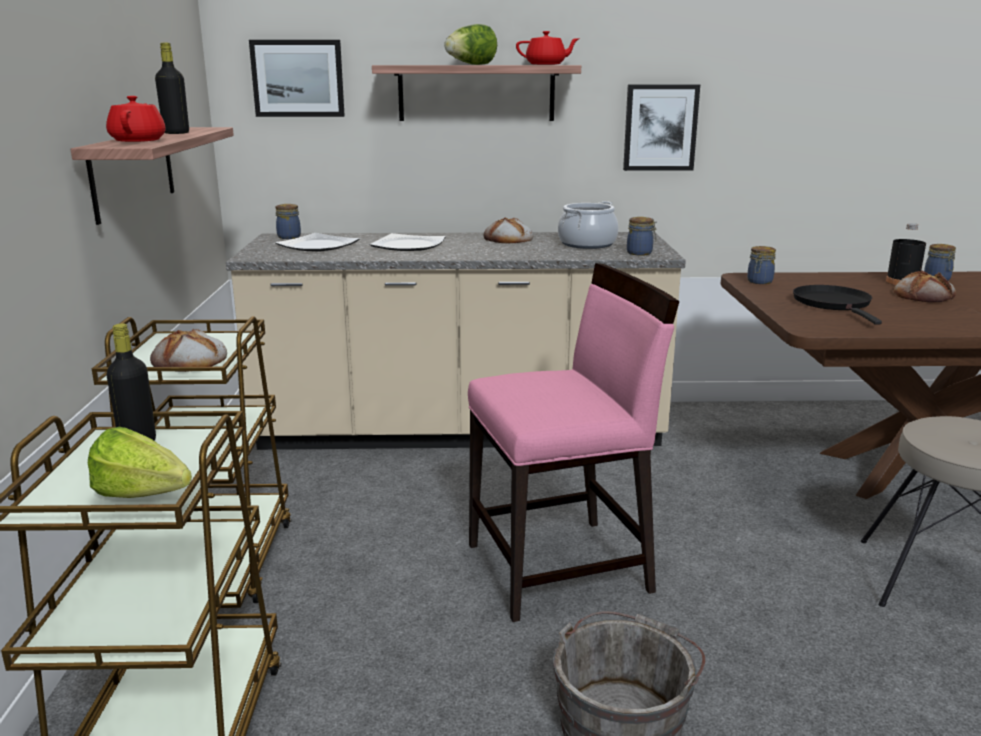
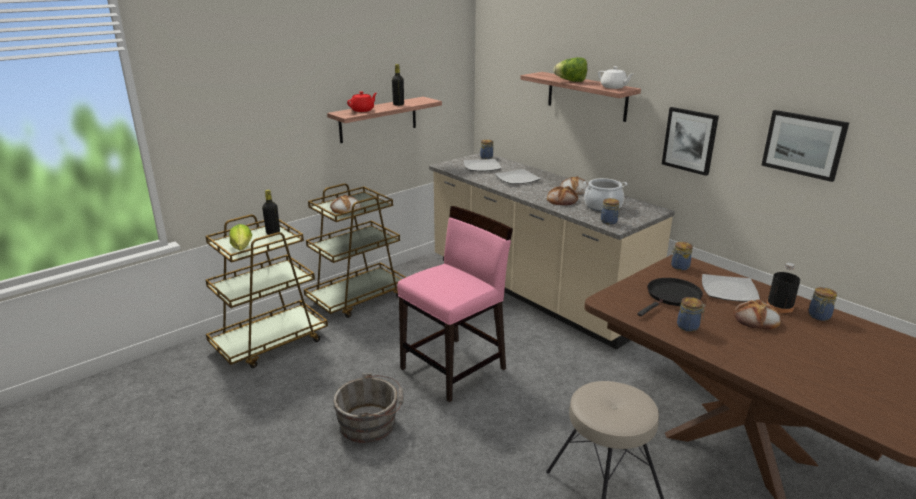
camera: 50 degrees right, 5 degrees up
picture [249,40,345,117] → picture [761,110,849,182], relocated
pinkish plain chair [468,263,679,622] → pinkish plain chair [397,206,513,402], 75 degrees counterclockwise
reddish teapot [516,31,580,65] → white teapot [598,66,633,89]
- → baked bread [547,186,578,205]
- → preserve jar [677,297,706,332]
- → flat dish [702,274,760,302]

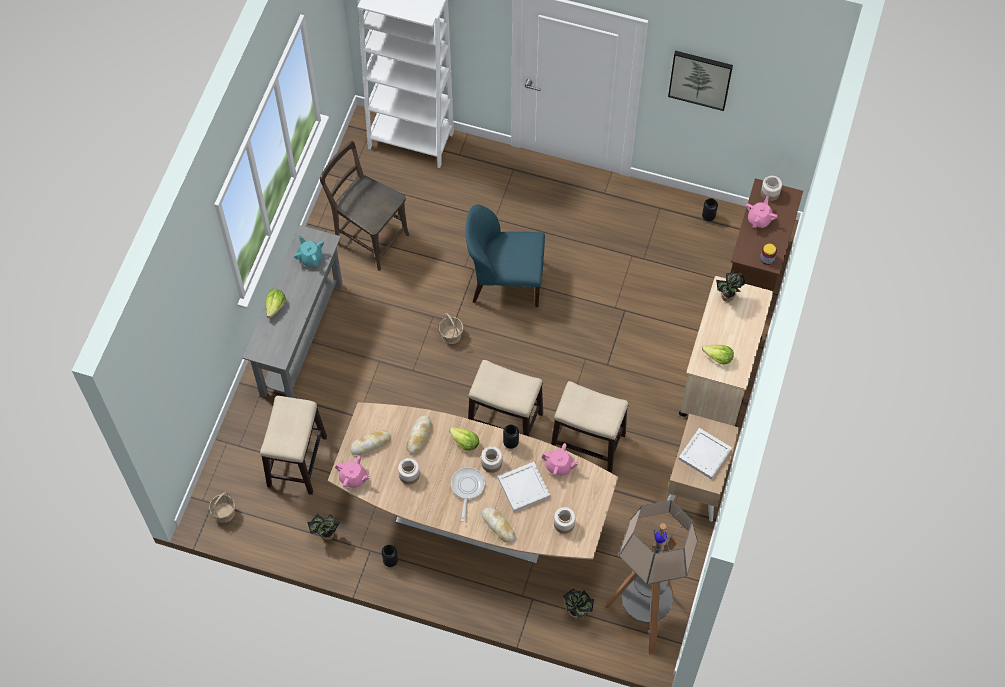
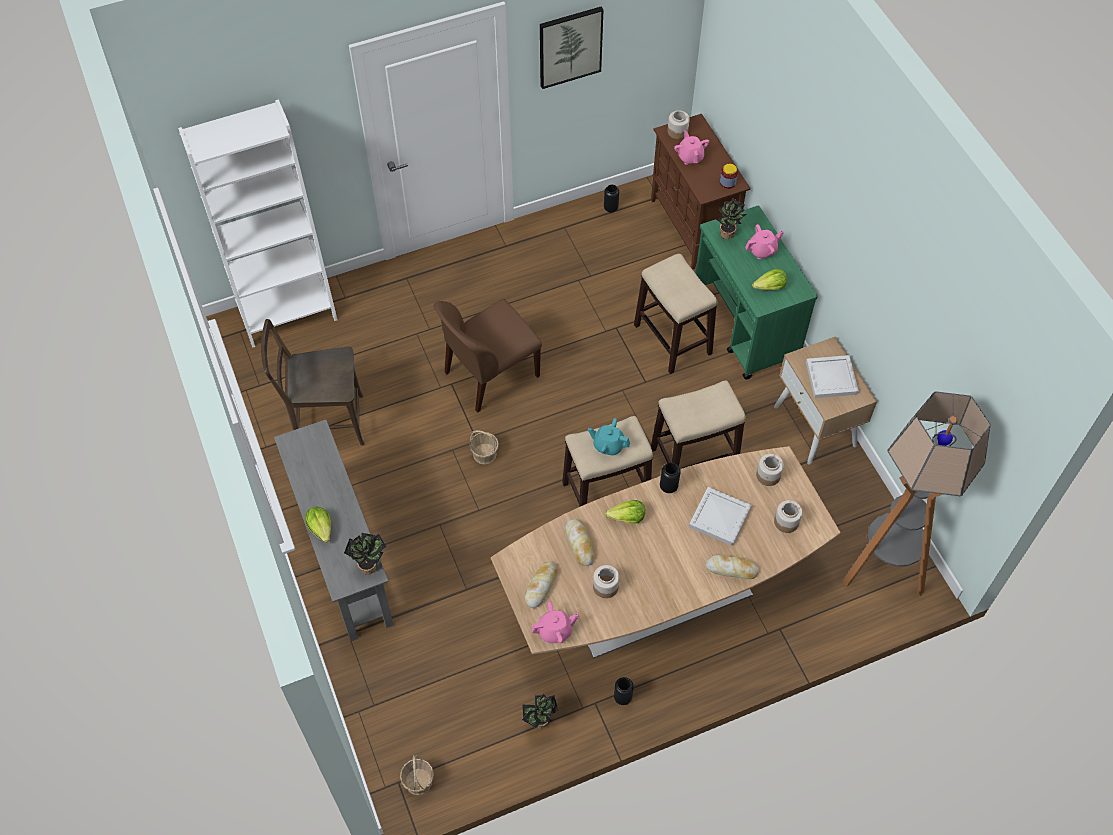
camera: 40 degrees left, 5 degrees down
stool [260,396,327,495] → stool [634,254,718,374], relocated
turquoise-coloured teapot [294,235,324,266] → turquoise-coloured teapot [588,418,630,456], relocated
pan [451,467,485,522] → -
bluish plain chair [466,204,545,307] → brown-coloured plain chair [433,299,542,413]
preserve jar [481,446,502,473] → preserve jar [756,454,784,486], relocated
pinkish teapot [541,443,579,476] → pinkish teapot [745,224,784,259], relocated
houseplant [563,588,594,619] → houseplant [344,533,386,575], relocated
beige-coloured cart [679,276,773,427] → green cart [695,206,818,380]

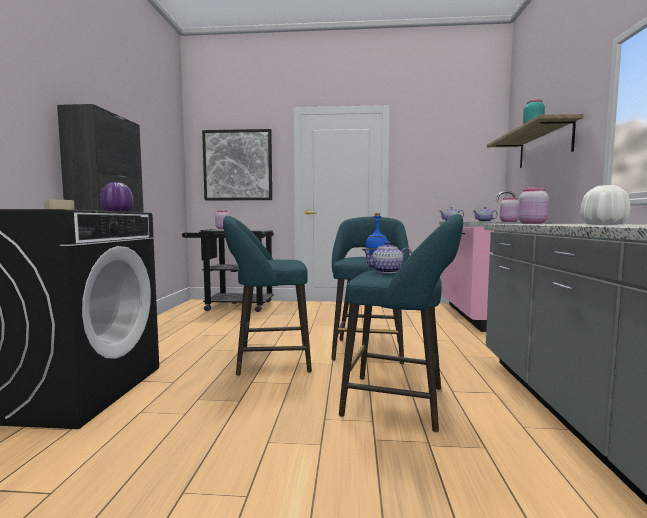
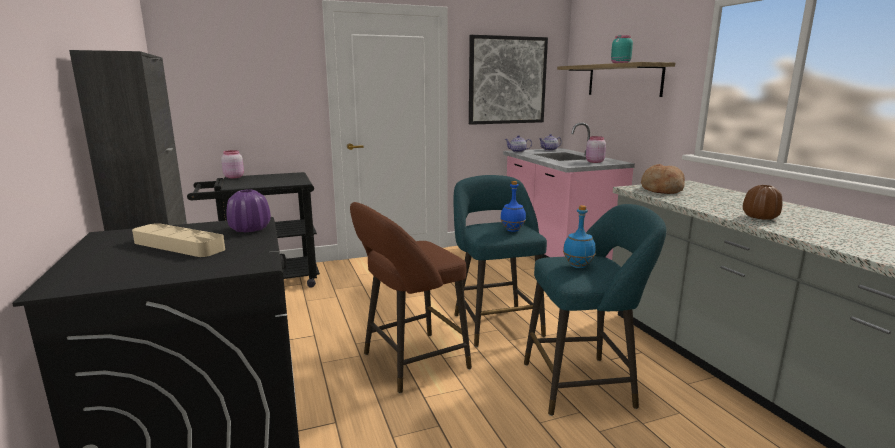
camera: 25 degrees left, 10 degrees up
picture [202,129,272,200] → picture [469,35,548,125], relocated
turquoise-coloured stool [223,216,312,376] → brown-coloured stool [350,202,472,394]
teapot [362,241,412,273] → bluish bottle [563,205,596,268]
pinkish preserve jar [518,187,549,224] → baked bread [641,164,685,194]
white vase [580,185,631,225] → brown-coloured vase [743,185,783,220]

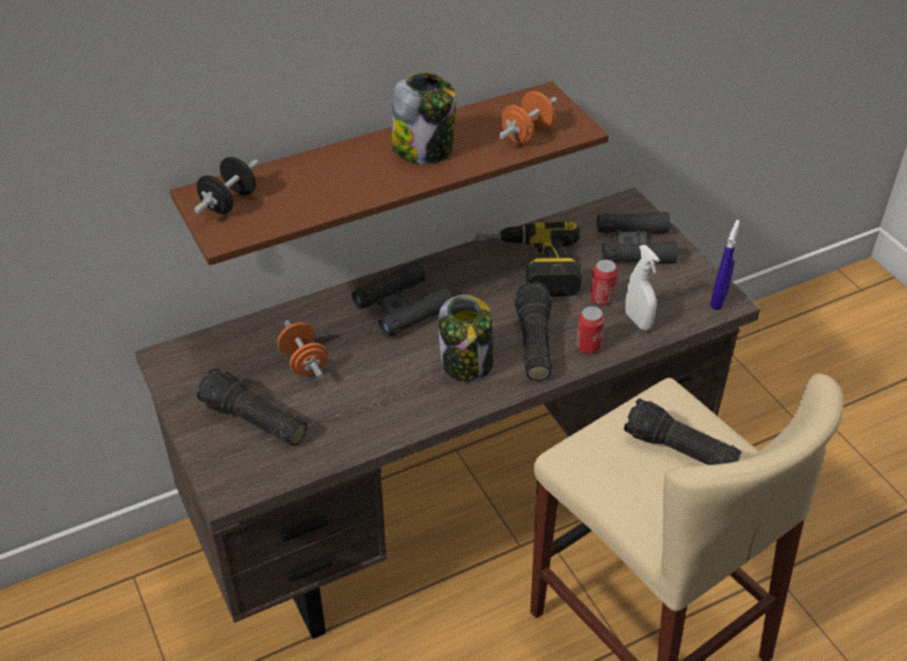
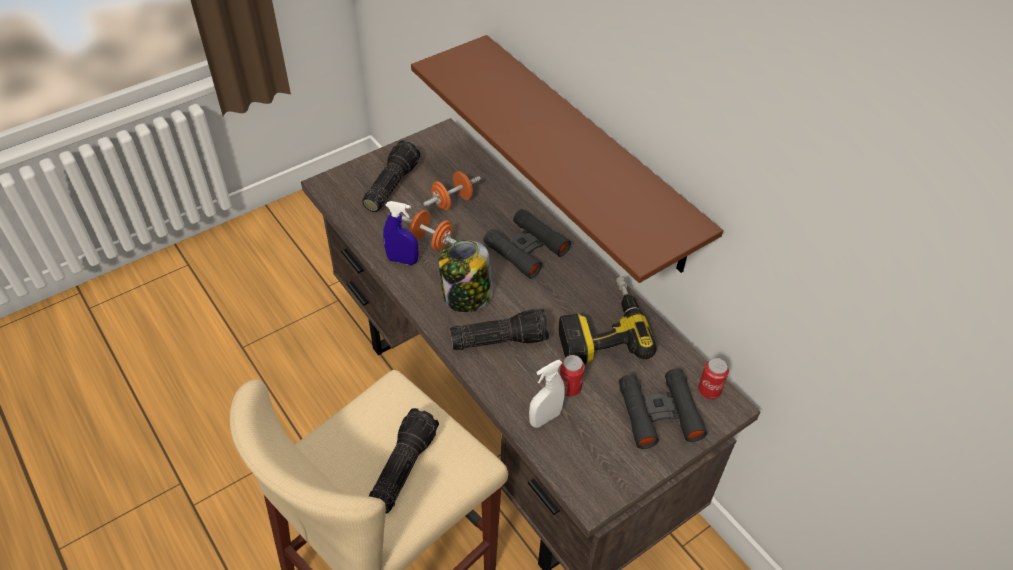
camera: 80 degrees right, 5 degrees up
black free weight [194,157,259,214] → -
preserve jar [392,72,456,164] → -
orangey free weight [499,91,557,143] → orangey free weight [401,210,457,251], relocated
metal can [576,306,605,354] → metal can [698,358,729,399], relocated
bluish sprayer [710,220,740,310] → bluish sprayer [383,201,418,265], relocated

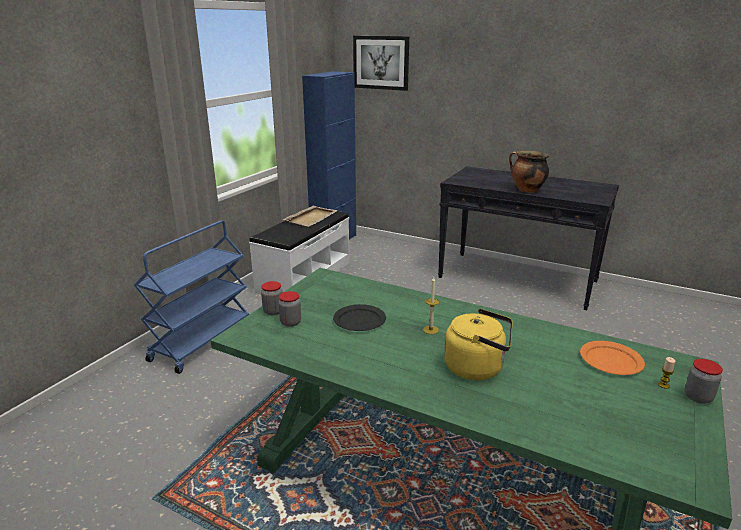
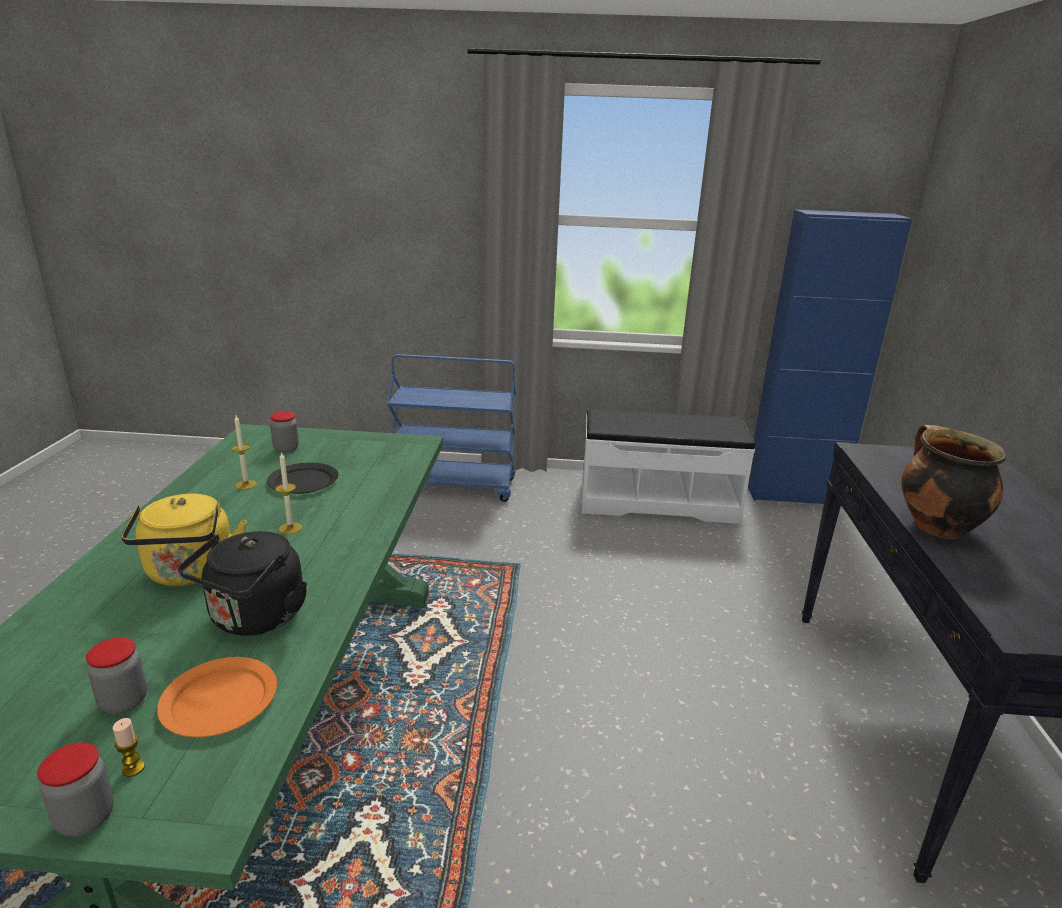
camera: 65 degrees right, 0 degrees up
preserve jar [261,281,283,315] → preserve jar [86,637,147,714], relocated
beige-coloured carrying tray [283,206,338,227] → -
picture [353,36,409,91] → -
- → black tea kettle [178,531,307,636]
- → candle [231,415,257,490]

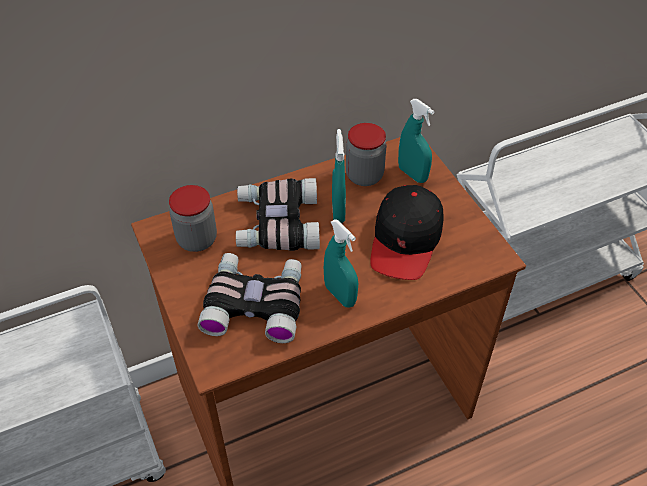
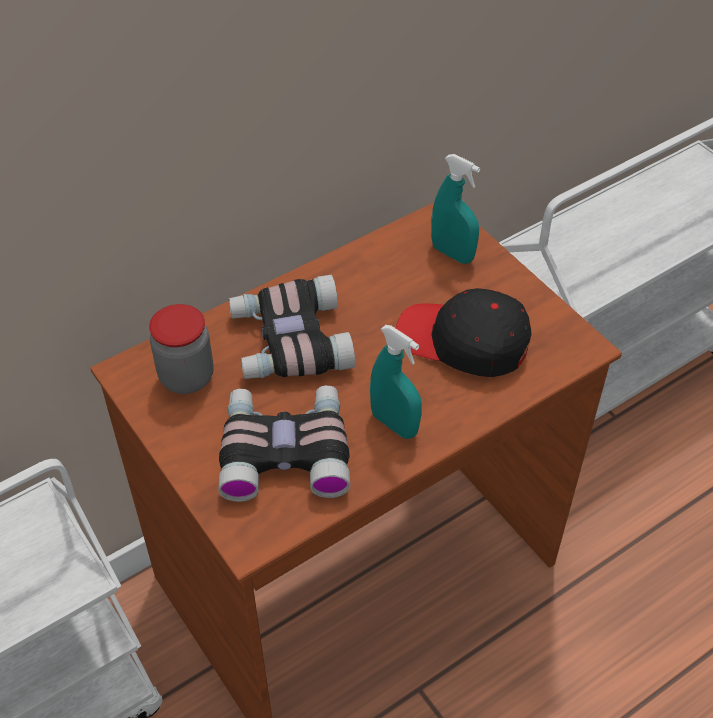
camera: 10 degrees left, 0 degrees up
turquoise-coloured sprayer [332,129,346,223] → -
preserve jar [346,123,387,186] → -
black cap [370,185,443,280] → black cap [396,288,532,377], 105 degrees clockwise

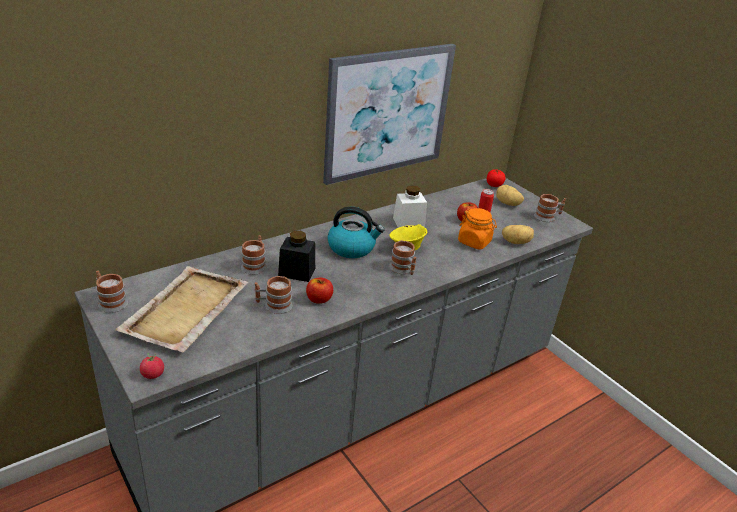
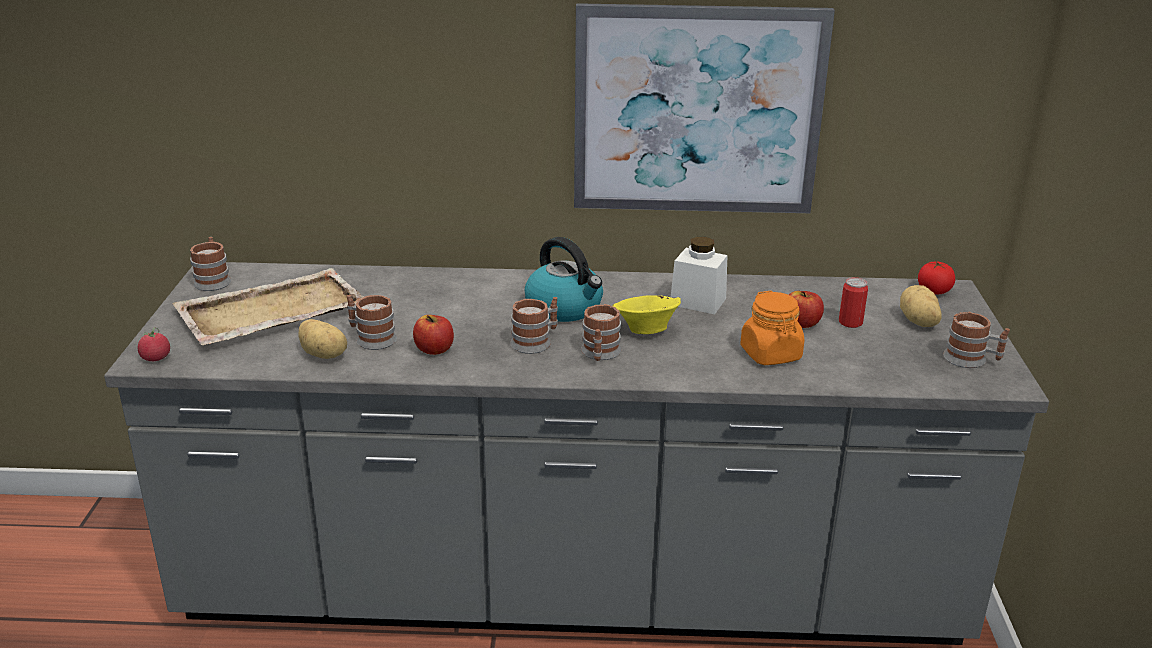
camera: 40 degrees right, 5 degrees down
mug [241,235,266,275] → mug [510,297,558,354], relocated
black preserve jar [278,231,315,282] → -
whole potato [502,225,534,244] → whole potato [298,319,347,359], relocated

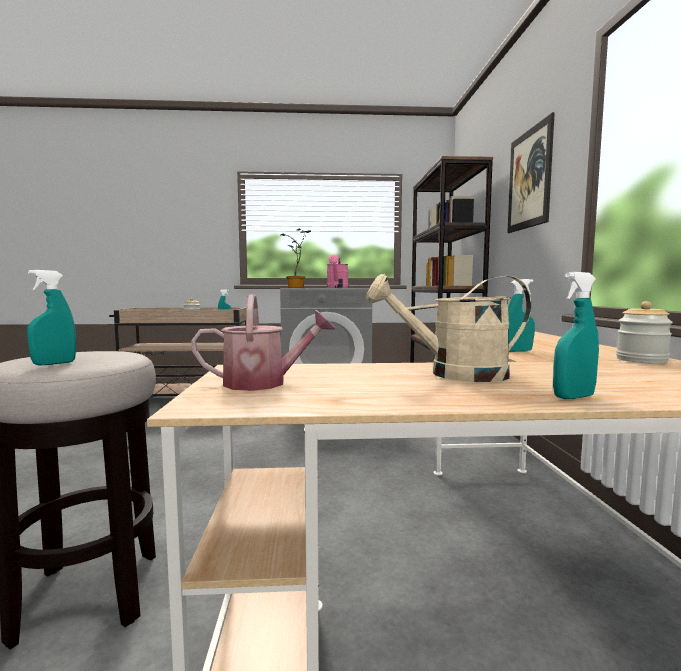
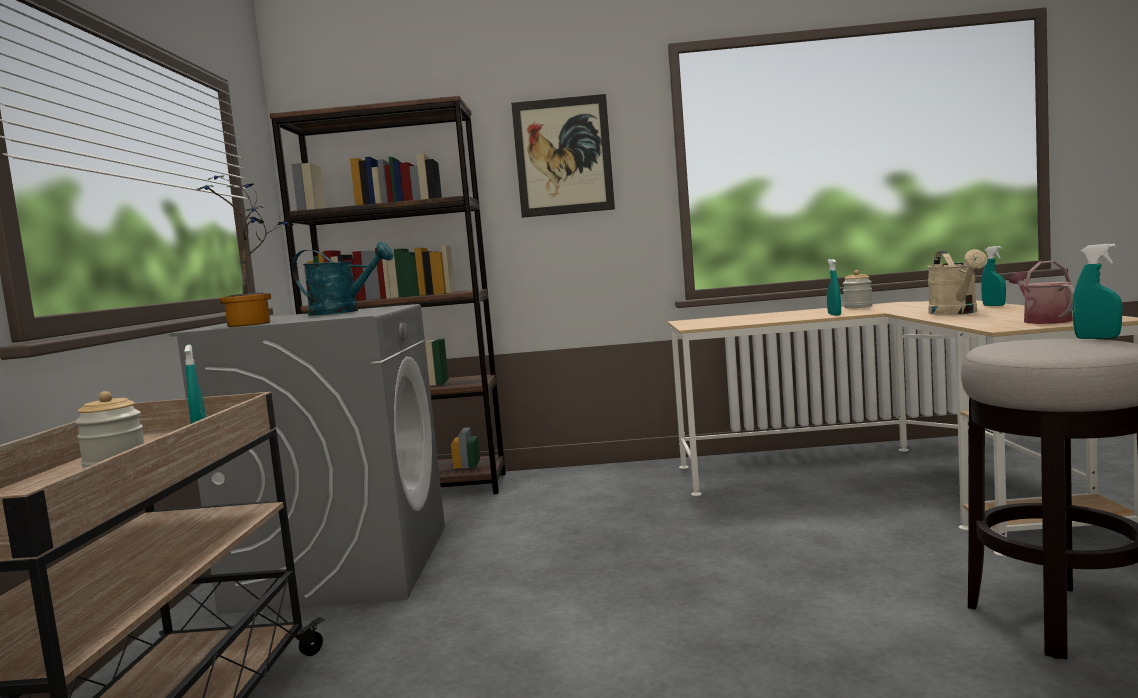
camera: 85 degrees left, 0 degrees up
pinkish sprinkling can [327,255,349,288] → turquoise-coloured sprinkling can [292,242,394,316]

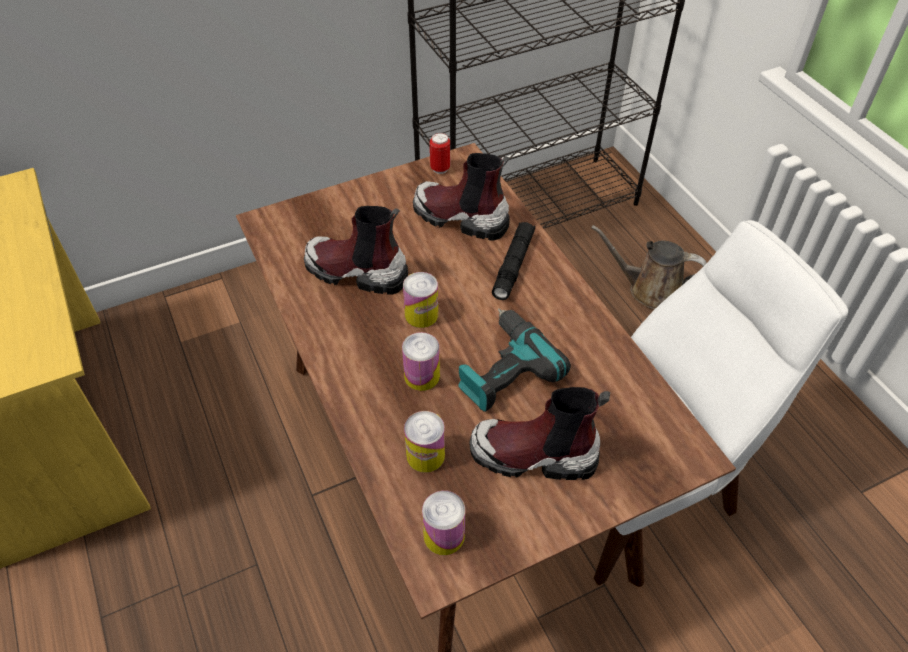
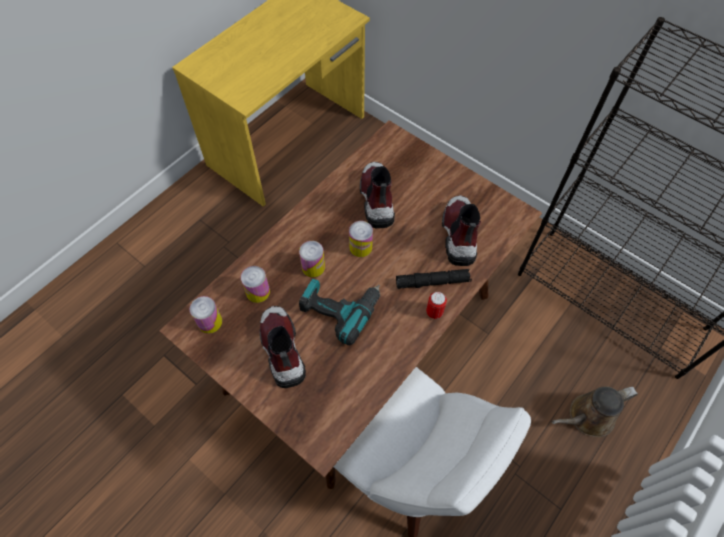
camera: 65 degrees right, 10 degrees up
metal can [430,133,450,174] → metal can [426,292,447,319], relocated
brown-coloured sprinkling can [591,225,706,310] → brown-coloured sprinkling can [552,386,638,437], 105 degrees counterclockwise

